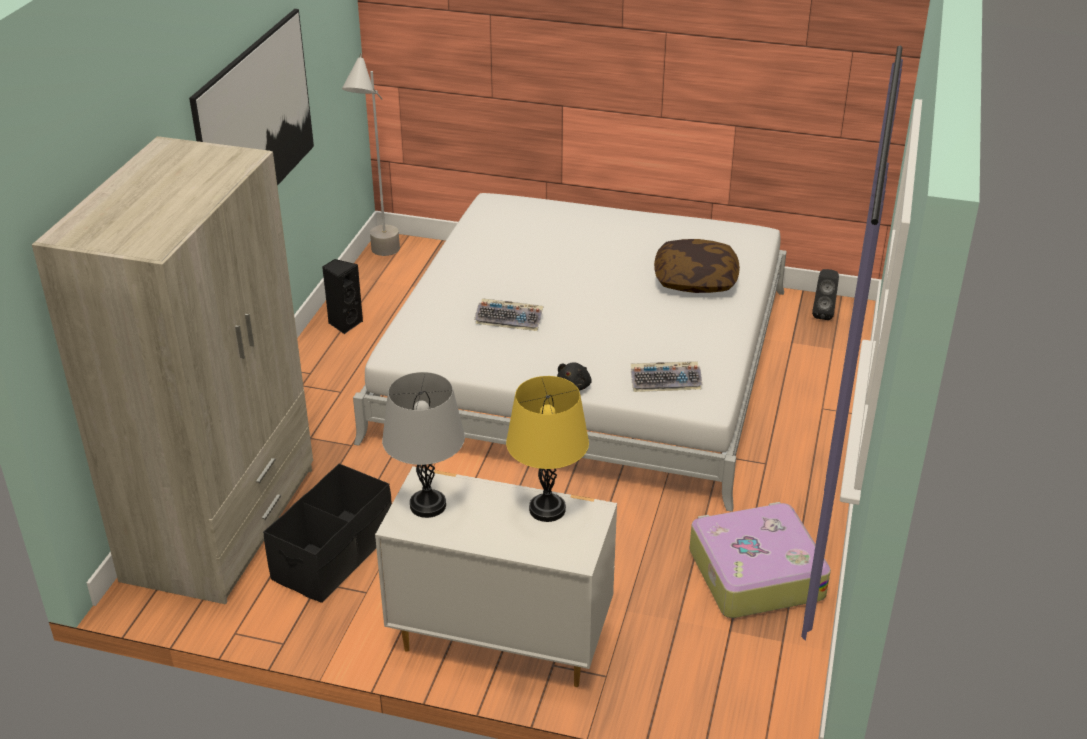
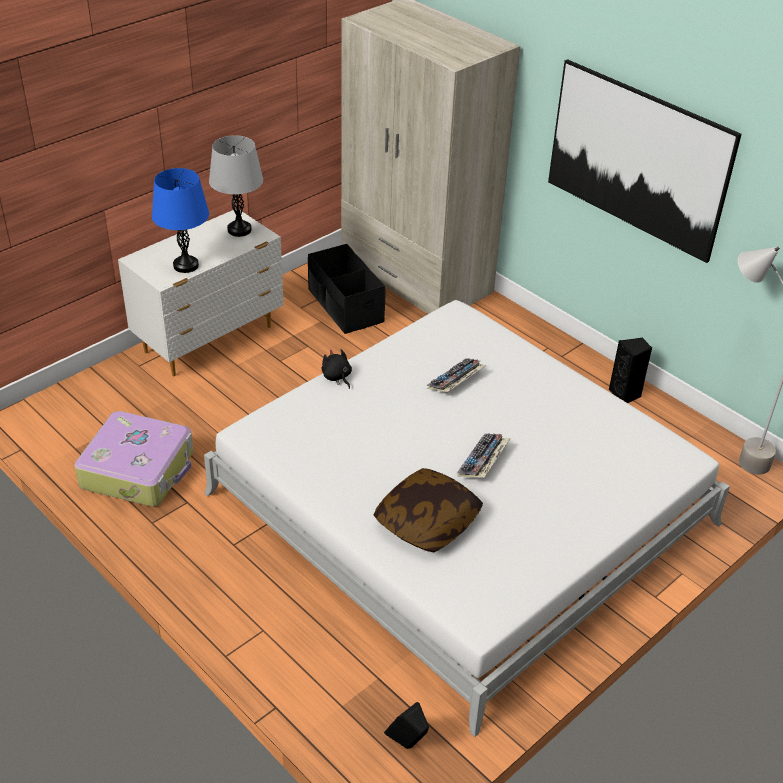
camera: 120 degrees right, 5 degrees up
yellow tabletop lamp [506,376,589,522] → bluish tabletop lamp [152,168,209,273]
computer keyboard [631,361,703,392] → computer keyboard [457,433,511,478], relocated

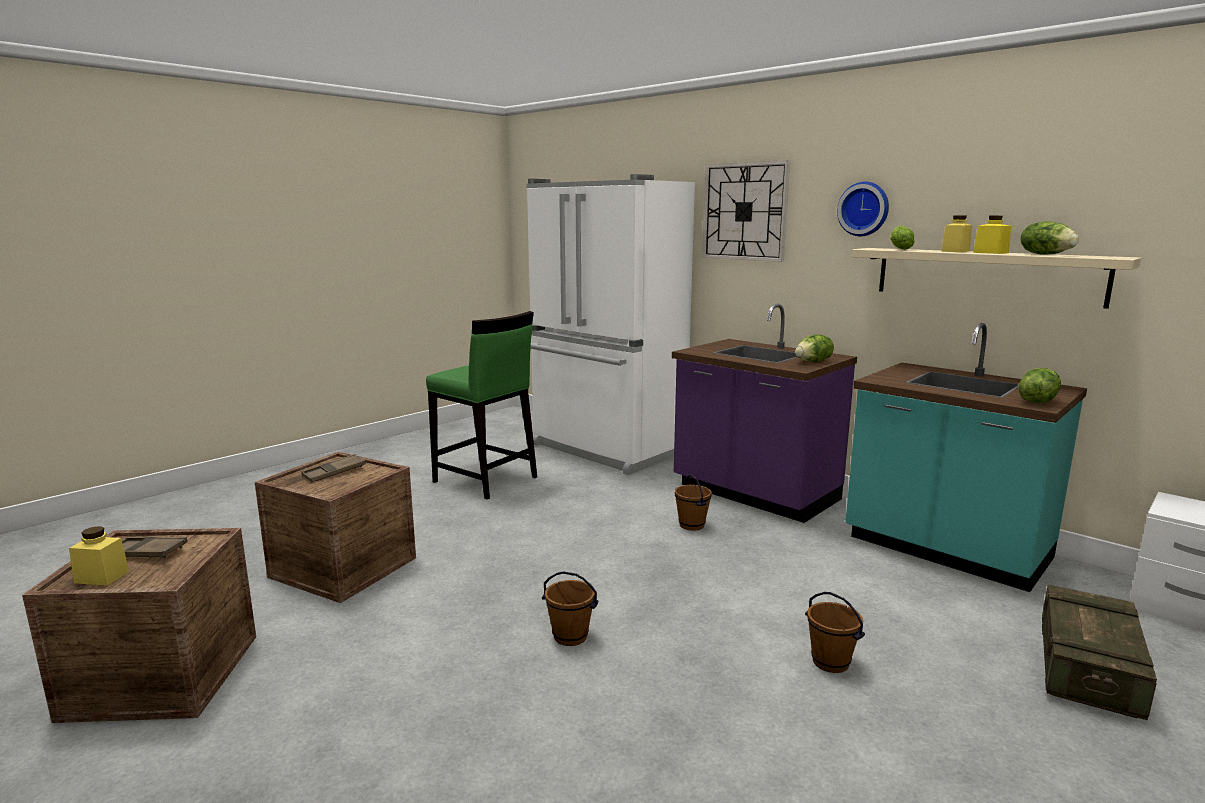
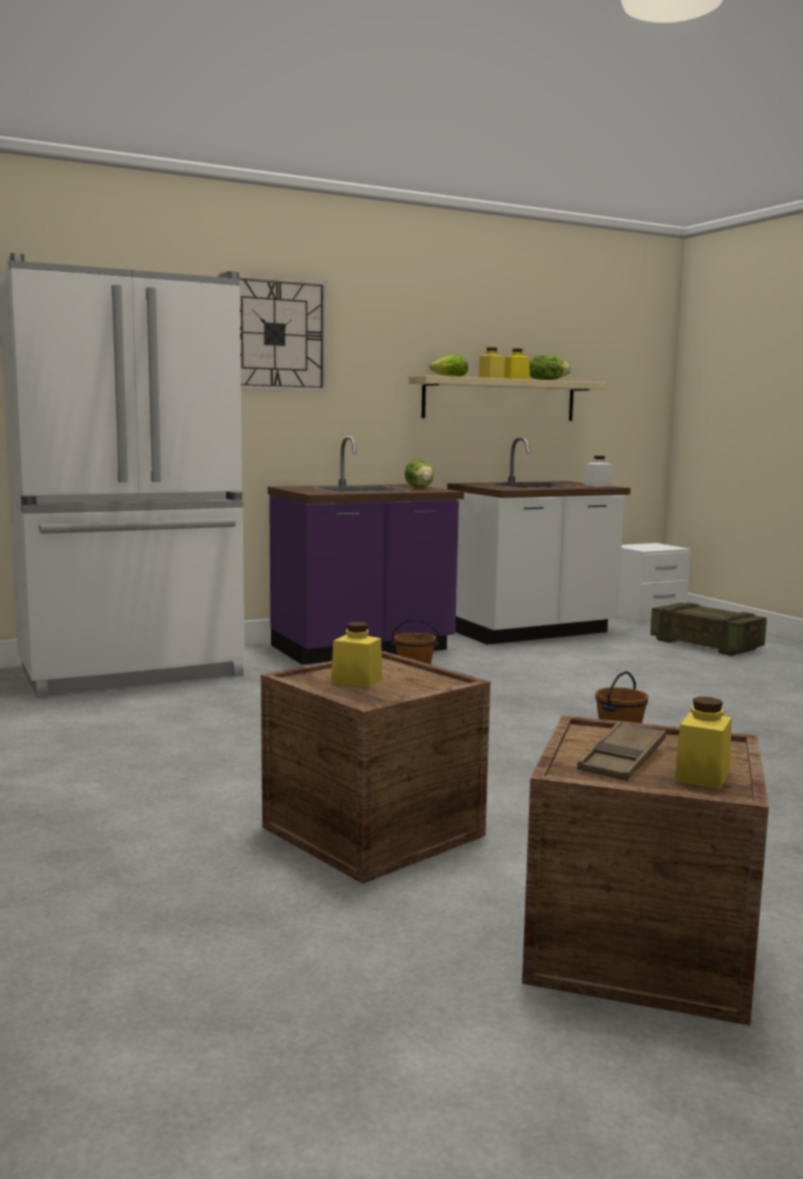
camera: 70 degrees left, 5 degrees down
brown-coloured carrying tray [301,454,366,482] → yellow preserve jar [331,622,383,688]
green stool [426,311,537,499] → -
brown-coloured pail [805,592,865,673] → -
hanging clock [837,182,889,236] → -
turquoise-coloured kitchen counter [845,323,1087,592] → white kitchen counter [447,437,630,645]
lettuce head [1018,368,1061,403] → white preserve jar [585,456,612,487]

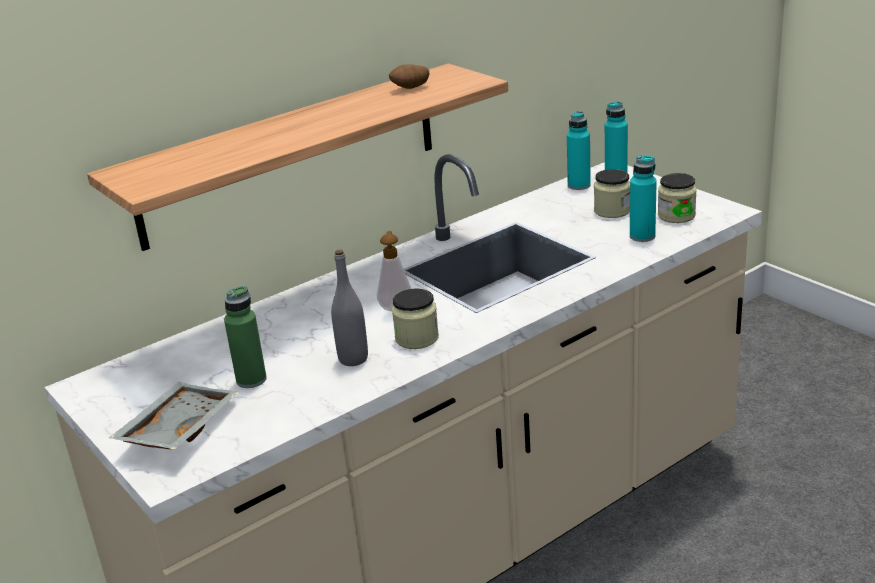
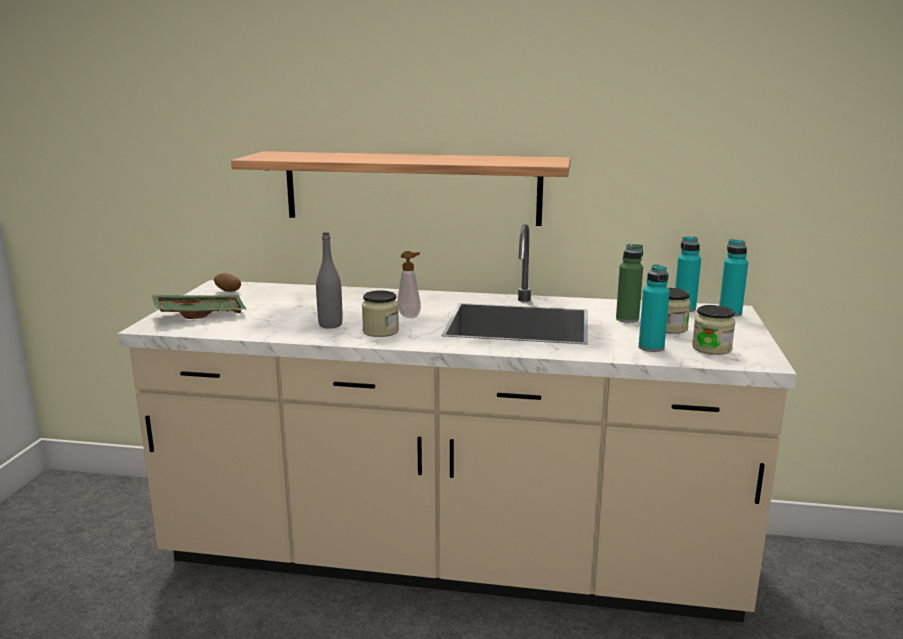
camera: 45 degrees right, 10 degrees down
gray carrying tray [109,382,239,450] → green carrying tray [152,295,247,319]
green bottle [224,286,267,388] → green bottle [616,244,643,323], relocated
whole potato [389,64,429,89] → whole potato [214,273,241,292], relocated

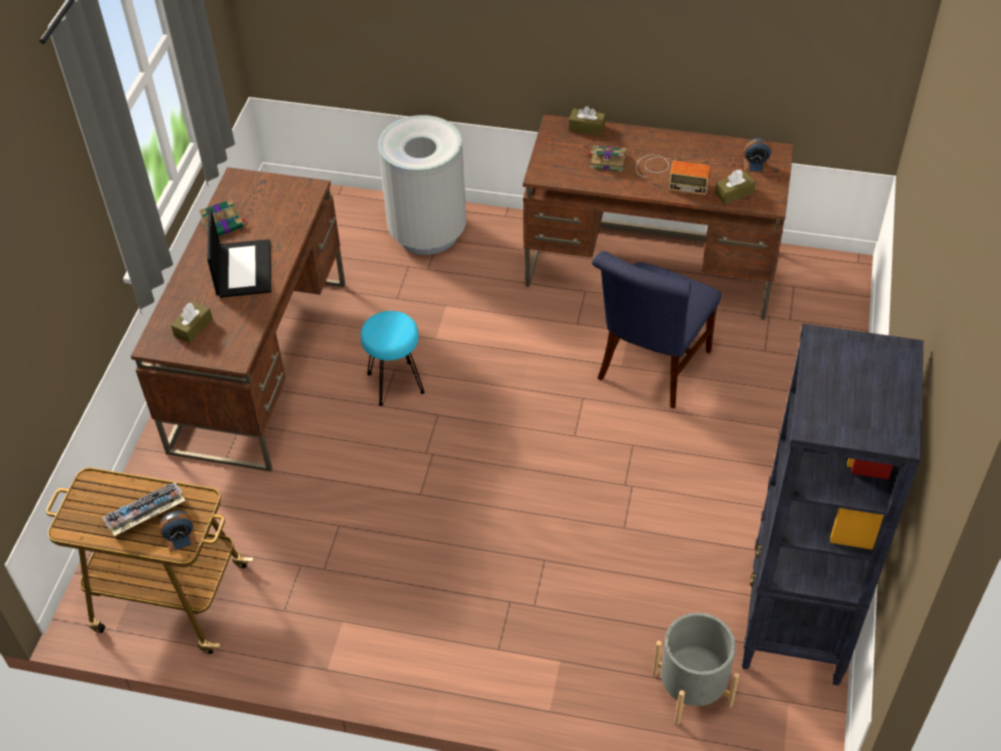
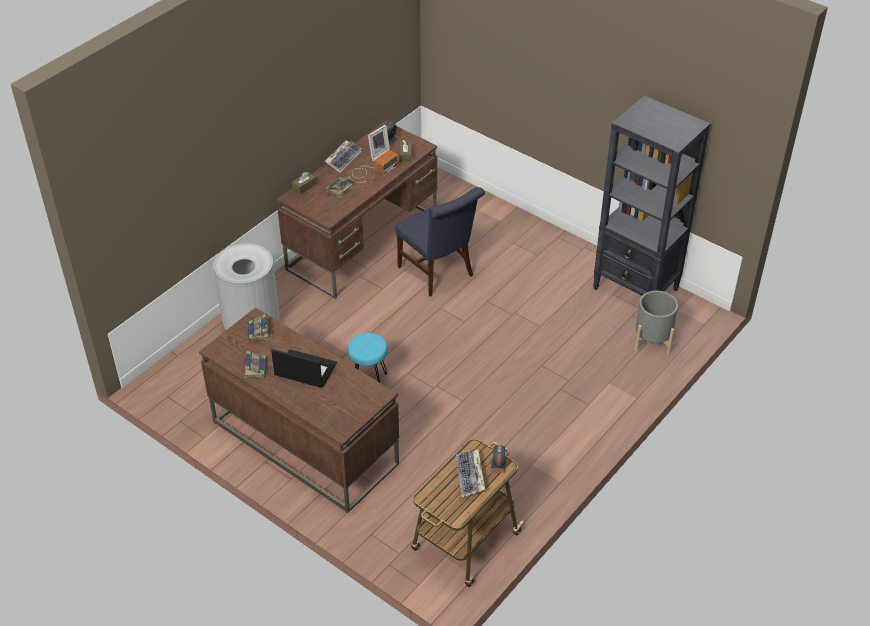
camera: 65 degrees left, 5 degrees down
brown-coloured box of tissues [171,302,213,343] → -
- → bound book [248,314,270,344]
- → computer keyboard [325,140,361,173]
- → photo frame [368,125,390,161]

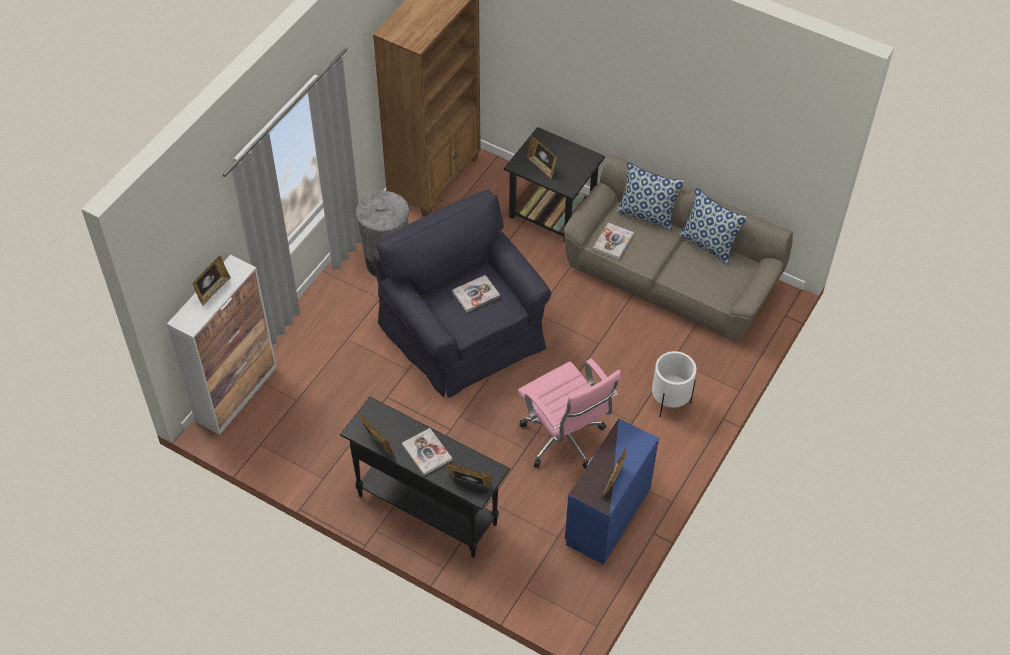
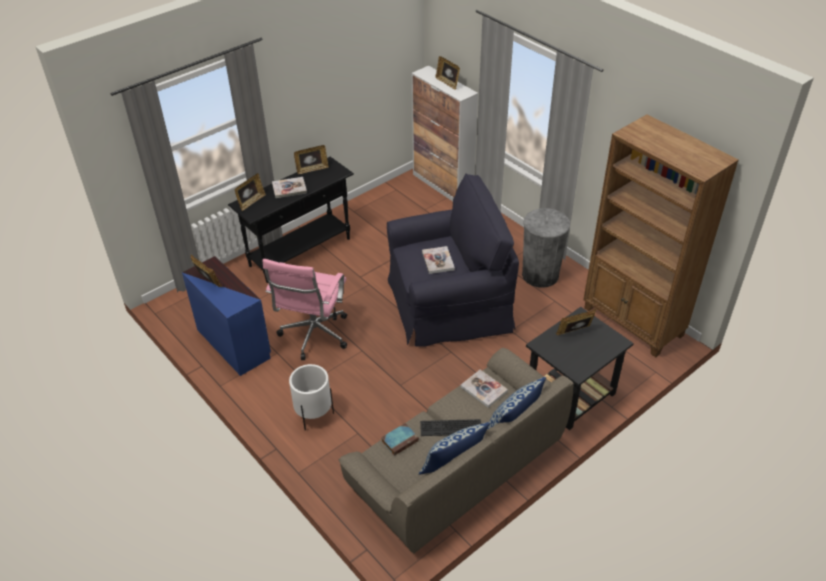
camera: 110 degrees right, 10 degrees down
pinkish office chair [518,358,621,469] → pinkish office chair [262,259,347,360], 60 degrees counterclockwise
- → bound book [381,423,419,456]
- → computer keyboard [420,419,481,436]

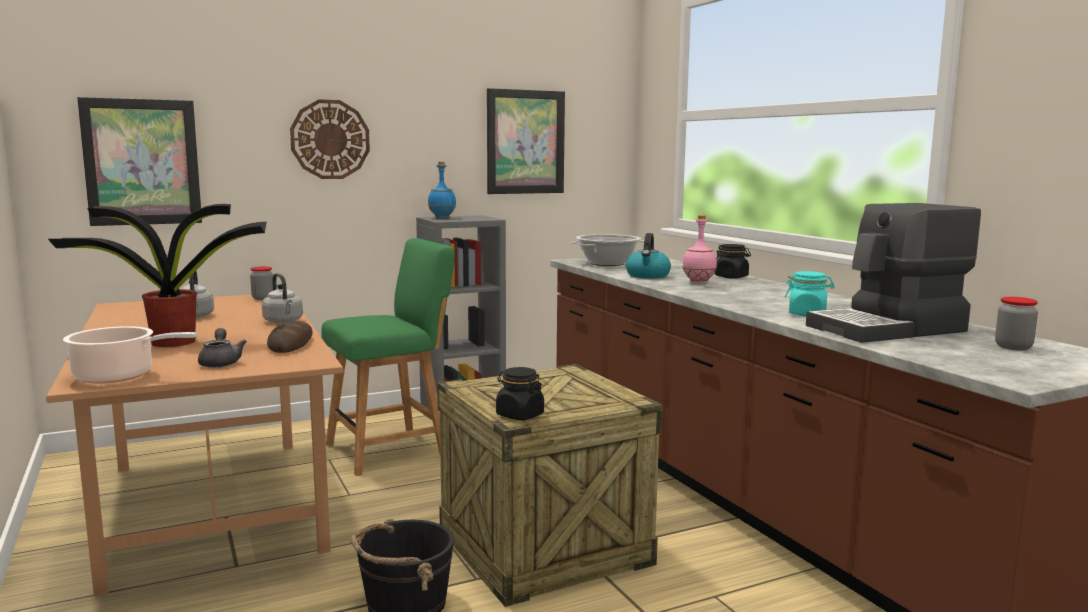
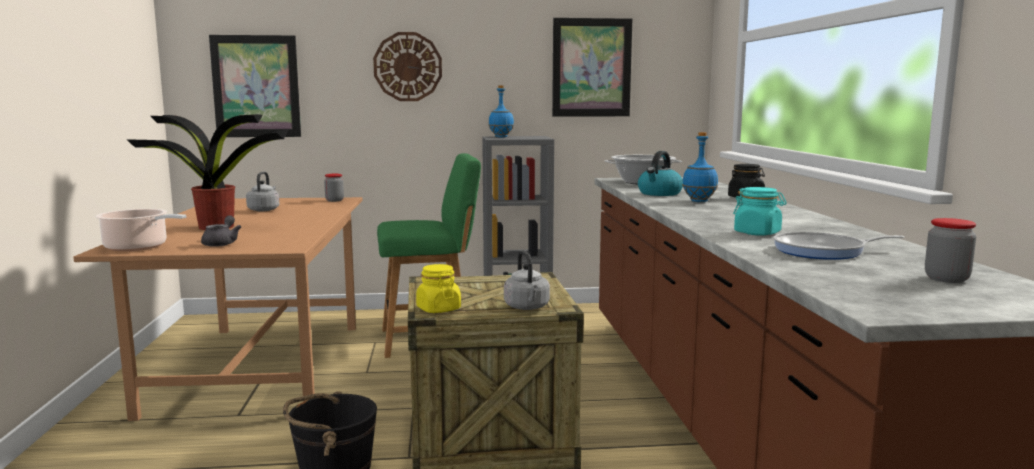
camera: 20 degrees right, 0 degrees up
gray tea kettle [262,273,303,323] → gray tea kettle [504,250,550,310], relocated
baked bread [267,321,313,353] → -
black preserve jar [496,367,544,420] → yellow preserve jar [416,264,461,313]
pinkish bottle [682,215,717,284] → bluish bottle [682,132,718,202]
coffee maker [806,203,981,343] → pan [773,232,904,260]

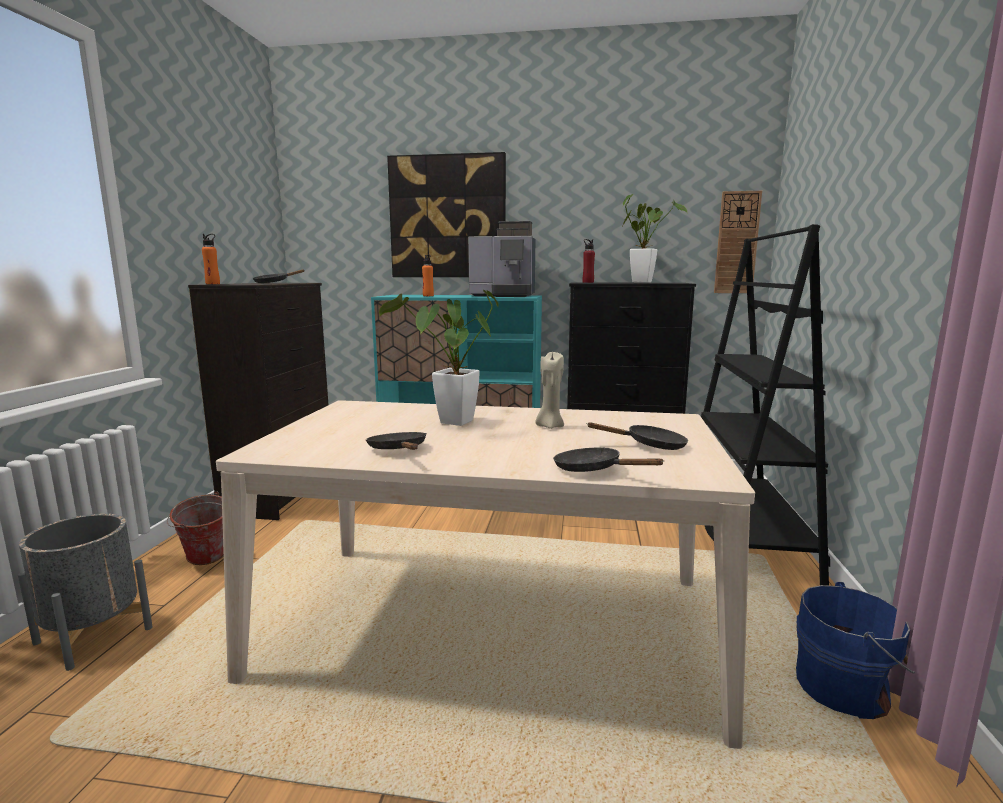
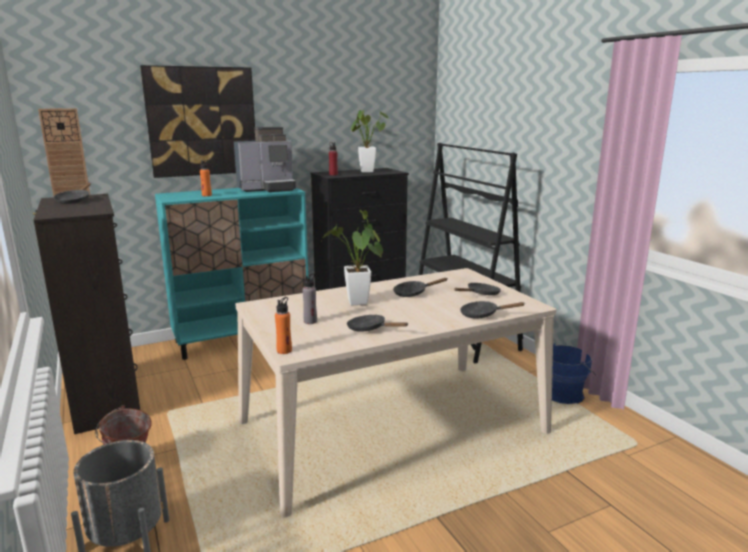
camera: 35 degrees left, 5 degrees up
orangey bottle [202,234,220,284] → orangey bottle [275,297,292,354], relocated
beige-coloured candle [535,352,564,429] → black pan [393,278,447,297]
hanging clock [714,191,762,293] → hanging clock [38,108,90,197], relocated
- → gray bottle [302,273,317,324]

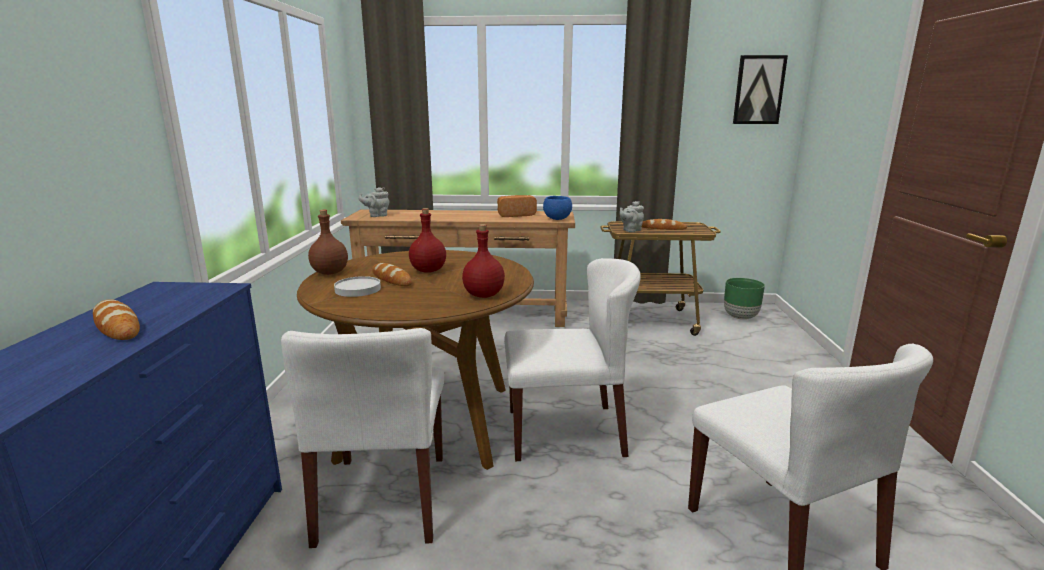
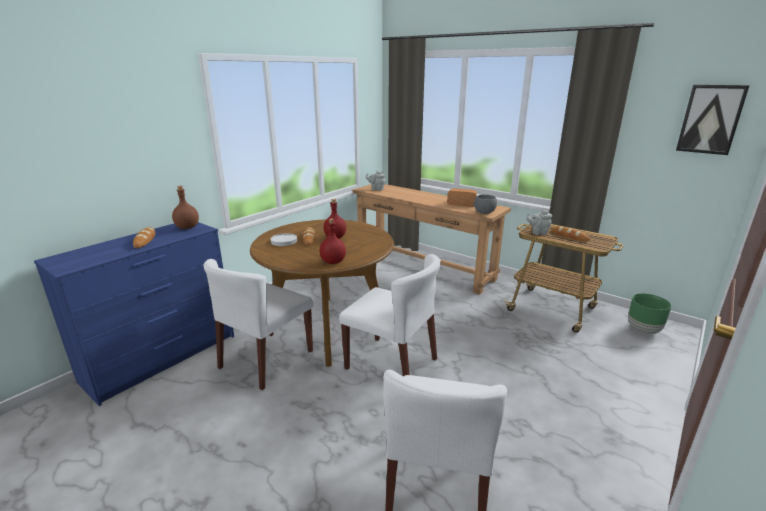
camera: 35 degrees right, 5 degrees up
brown-coloured bottle [308,210,348,275] → brown-coloured bottle [172,186,199,229], relocated
bluish deep dish [543,196,572,220] → gray deep dish [474,194,497,214]

